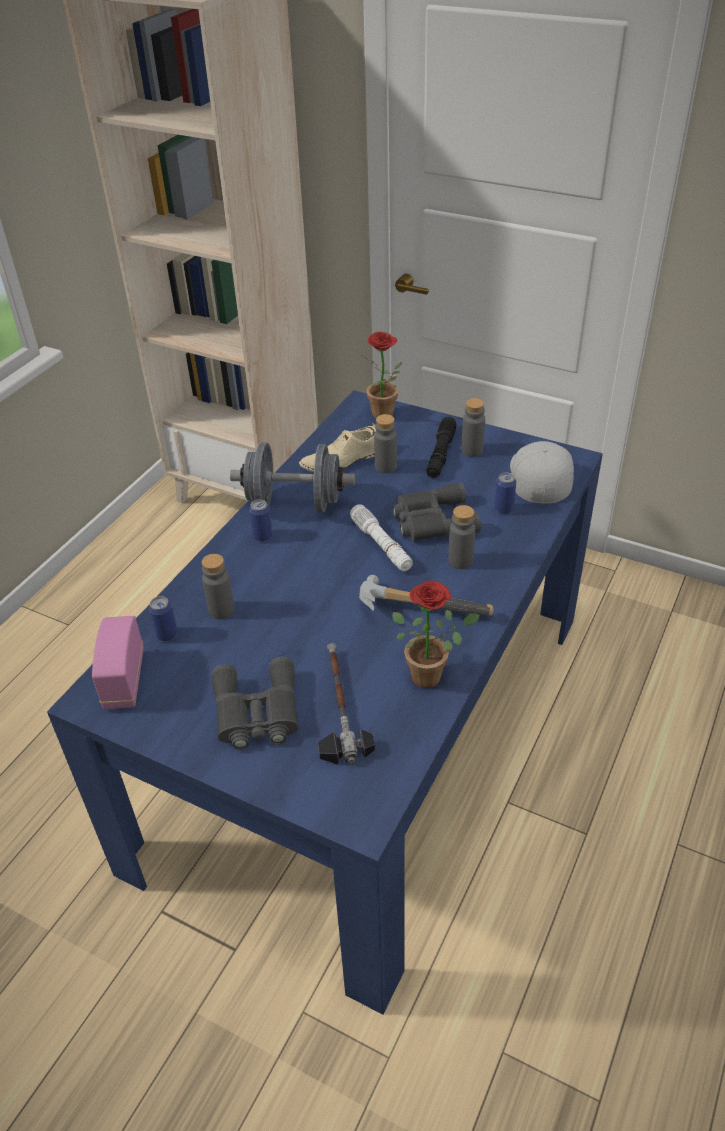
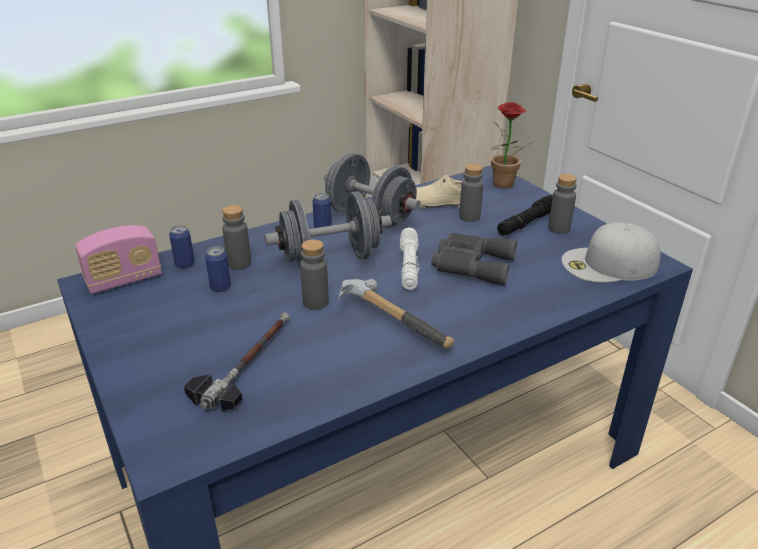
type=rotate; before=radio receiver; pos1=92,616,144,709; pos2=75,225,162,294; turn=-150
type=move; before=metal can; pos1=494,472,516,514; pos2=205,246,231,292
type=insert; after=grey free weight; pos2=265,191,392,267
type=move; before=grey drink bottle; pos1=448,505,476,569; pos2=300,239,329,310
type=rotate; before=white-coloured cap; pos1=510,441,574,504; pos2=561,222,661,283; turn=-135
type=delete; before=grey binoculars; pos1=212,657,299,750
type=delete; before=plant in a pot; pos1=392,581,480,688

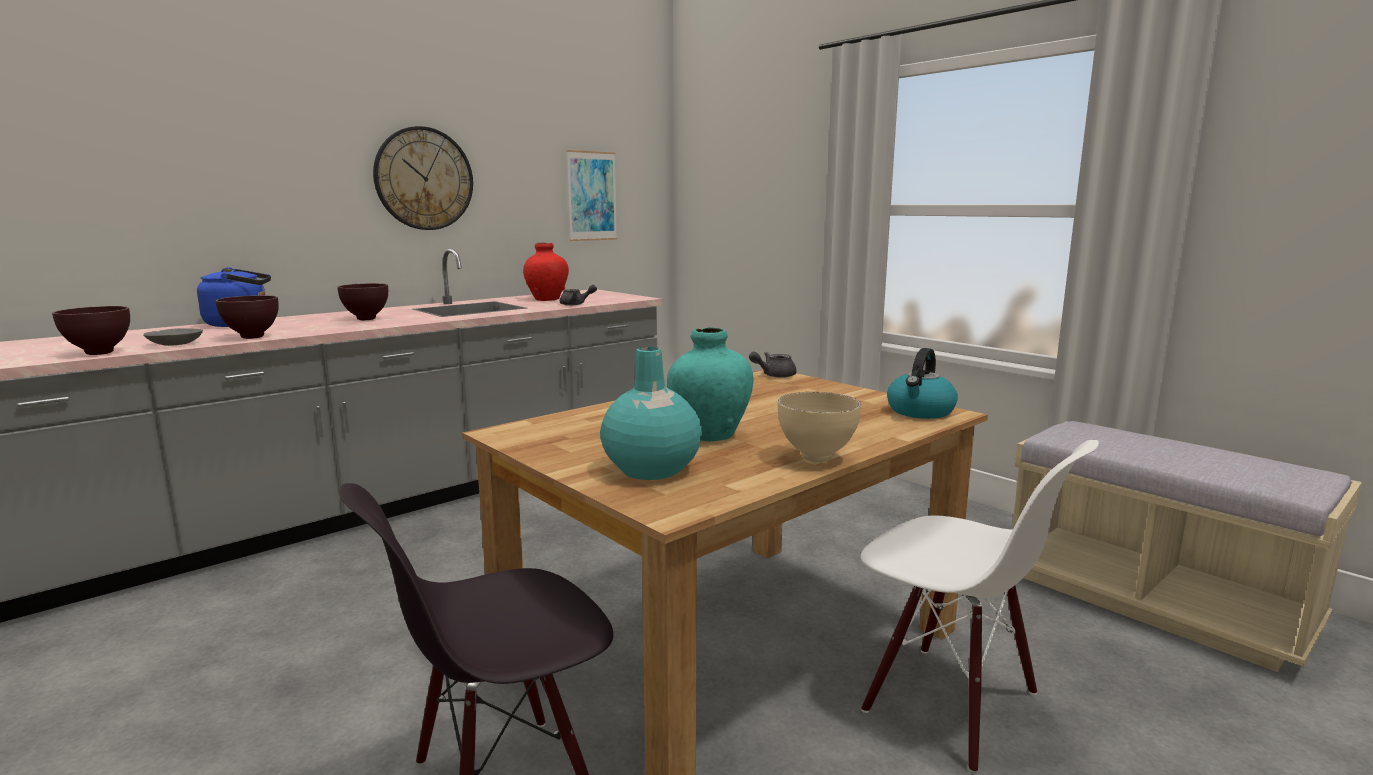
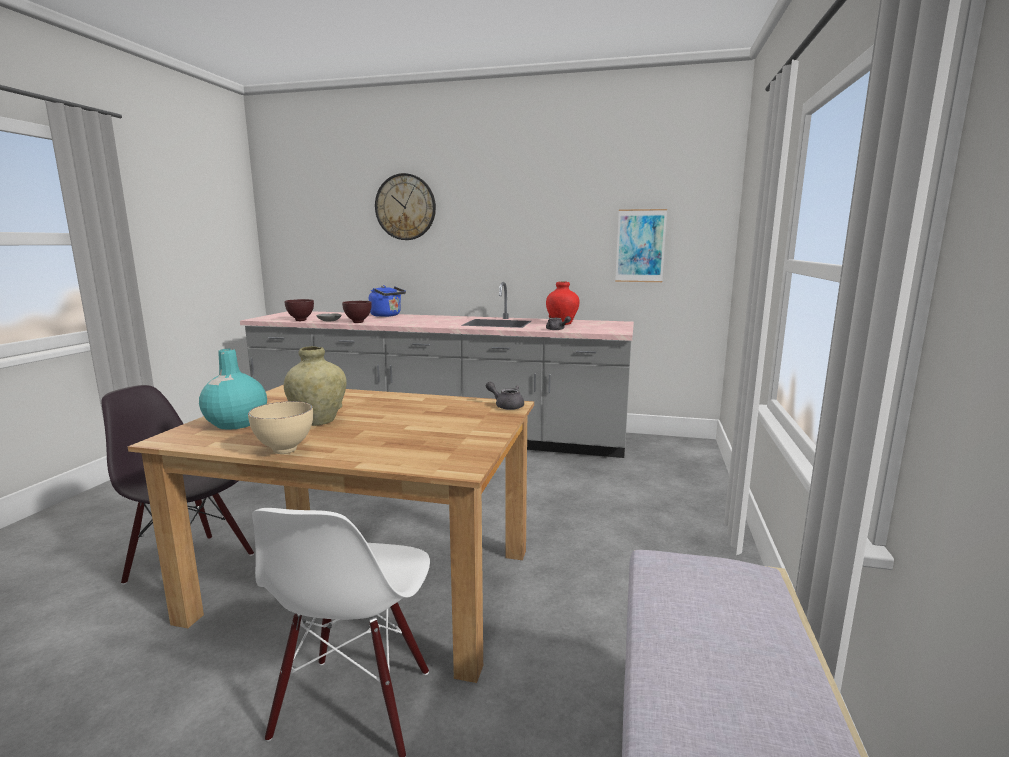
type=recolor; before=blue-green decorative vase; after=sand-coloured decorative vase; pos1=667,327,754,441; pos2=284,346,347,426
type=move; before=clock on the wall; pos1=373,126,473,230; pos2=375,173,436,240
type=delete; before=brownish bowl; pos1=337,283,388,320
type=delete; before=water kettle; pos1=887,348,958,419

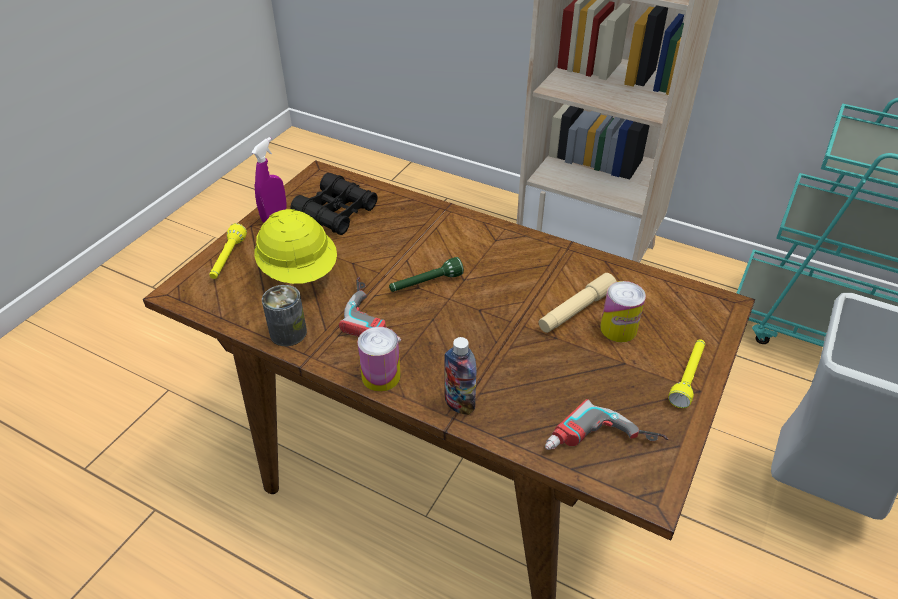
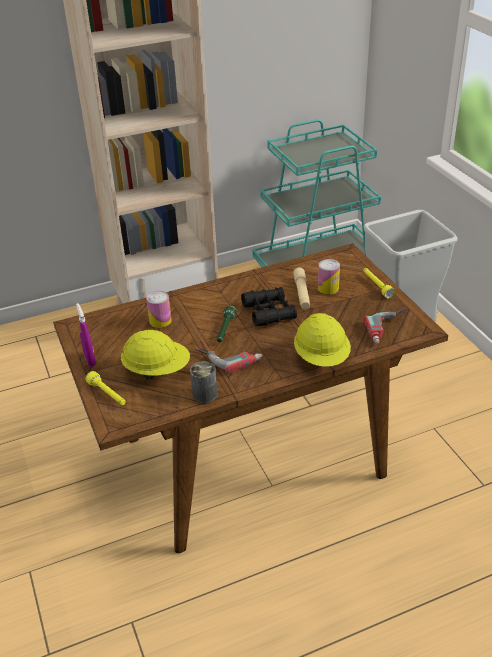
type=move; before=metal can; pos1=357,327,401,392; pos2=146,291,172,328
type=move; before=black-coloured binoculars; pos1=290,173,377,235; pos2=241,287,297,326
type=replace; before=drink bottle; after=yellowish hard hat; pos1=445,337,476,415; pos2=294,313,351,367

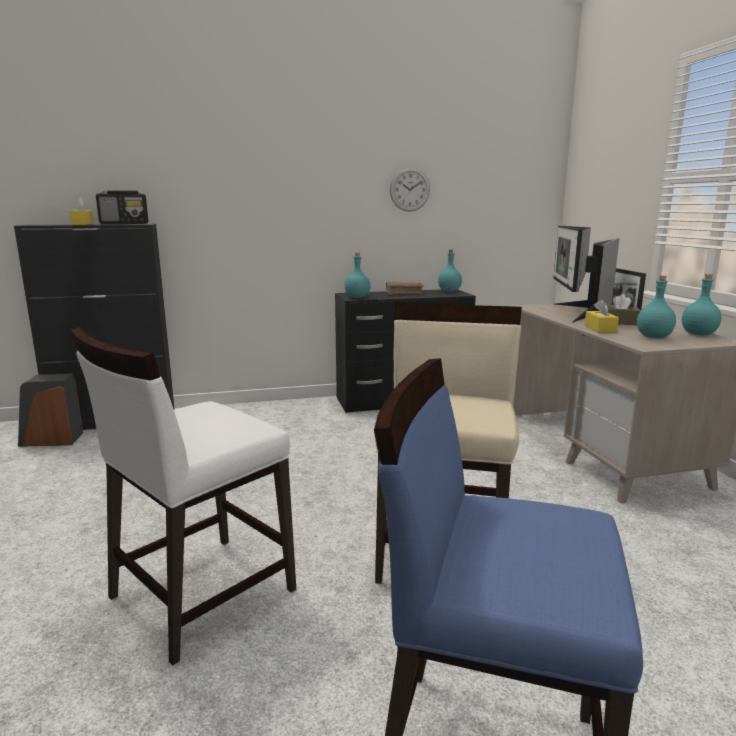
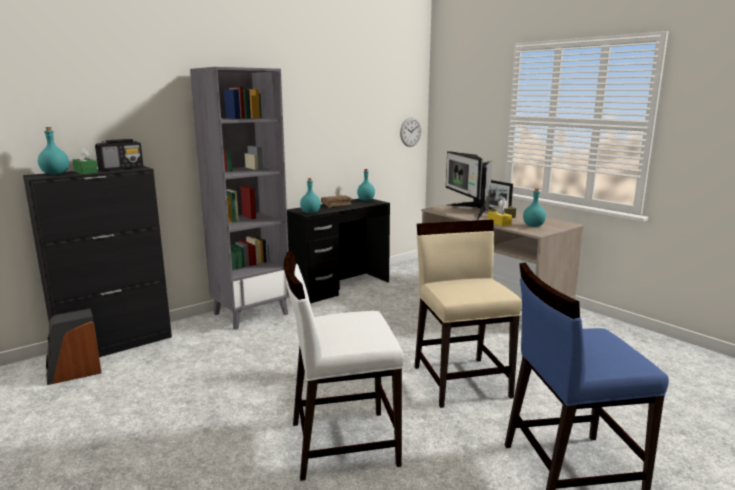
type=move; before=blue-green drink bottle; pos1=682,274,722,335; pos2=38,127,69,175
type=recolor; before=yellowish box of tissues; after=greenish box of tissues; pos1=69,197,94,225; pos2=73,149,98,174
type=insert; after=grey bookshelf; pos2=190,67,290,330
type=rotate; before=white-coloured upright chair; pos1=70,327,296,666; pos2=284,251,404,481; turn=60
type=move; before=clock on the wall; pos1=390,167,430,212; pos2=400,117,422,147

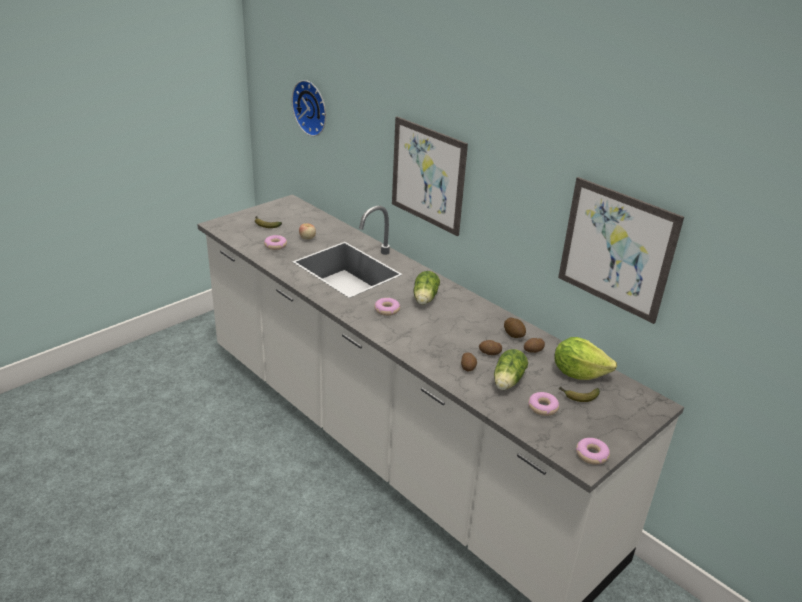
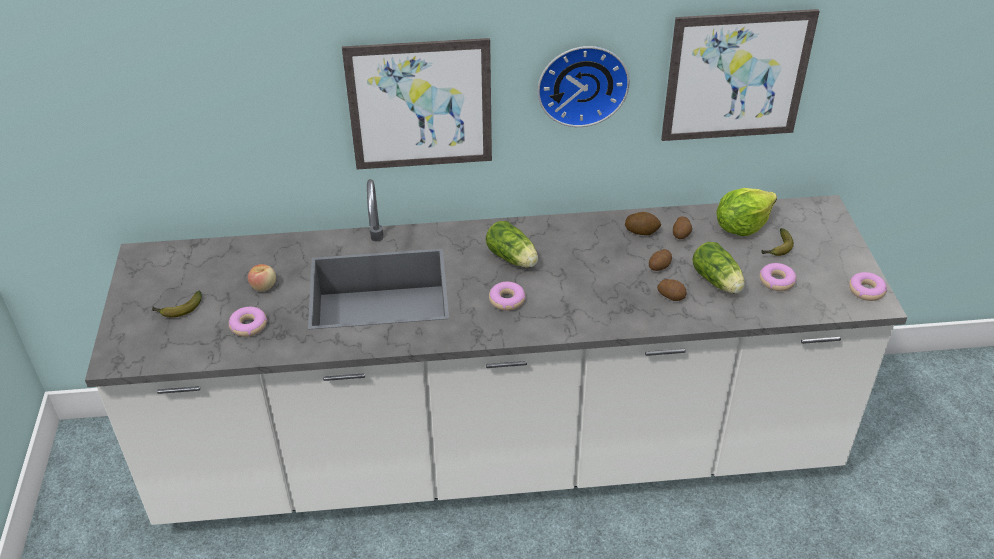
type=move; before=clock on the wall; pos1=292,80,326,136; pos2=537,46,630,127

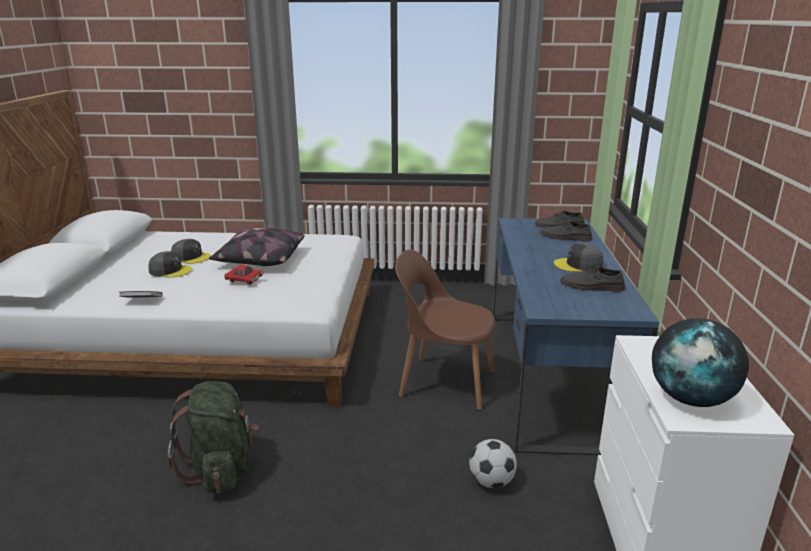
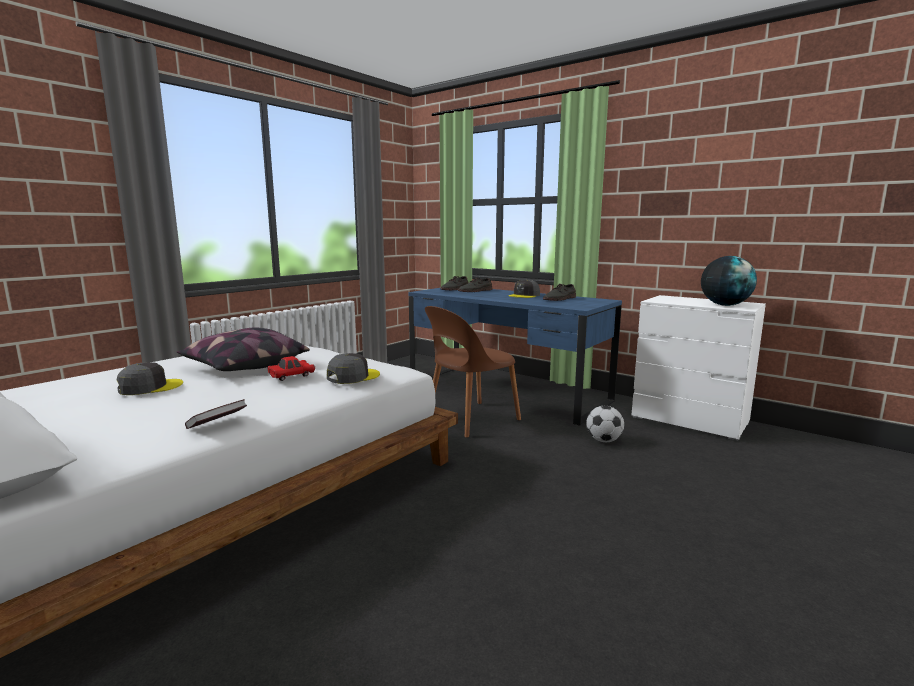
type=move; before=grey cap; pos1=148,251,192,278; pos2=327,353,380,384
type=delete; before=greenish knapsack; pos1=167,381,259,493

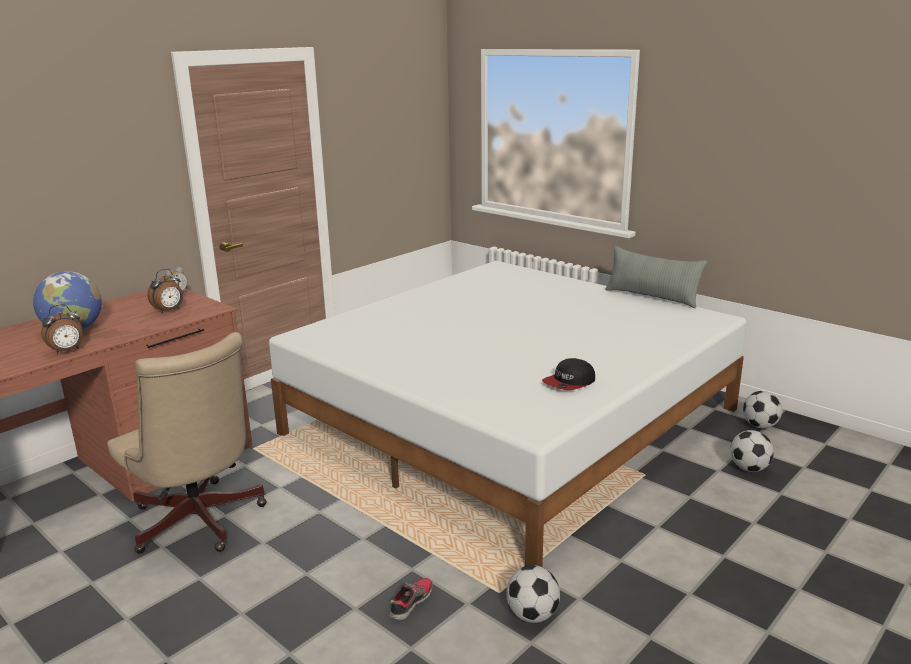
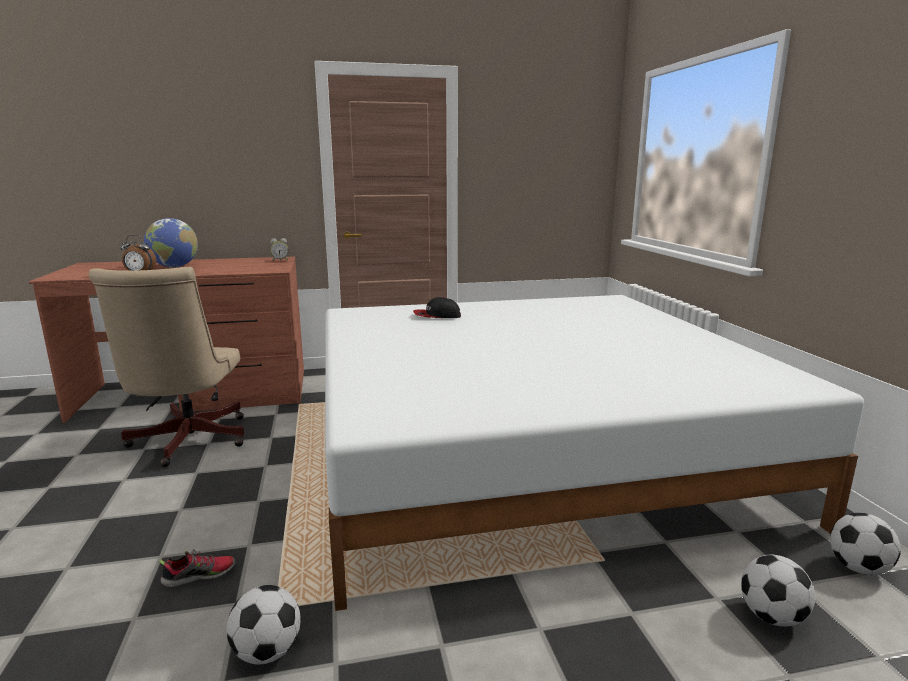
type=move; before=cap; pos1=542,358,595,390; pos2=413,297,461,318
type=delete; before=bedside clock; pos1=147,269,183,313
type=delete; before=grey throw pillow; pos1=605,246,707,308

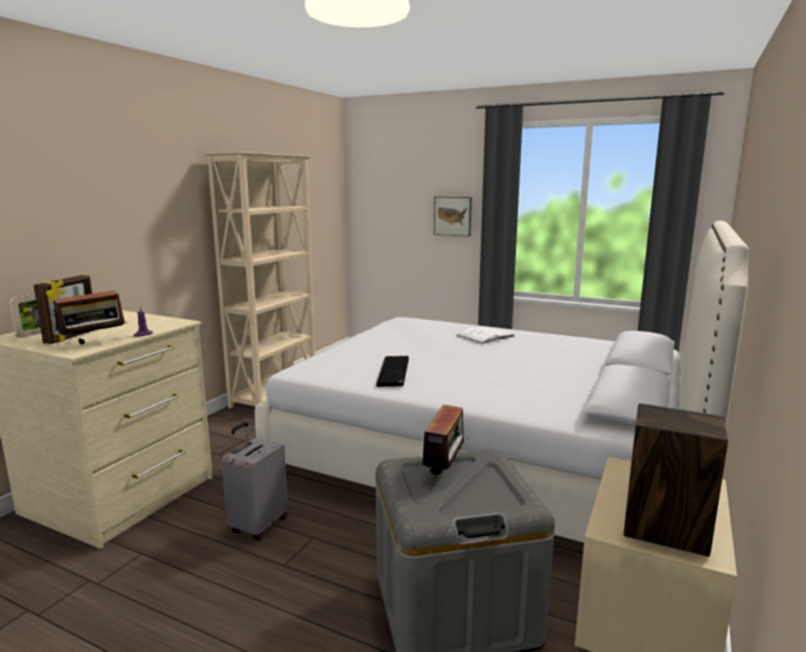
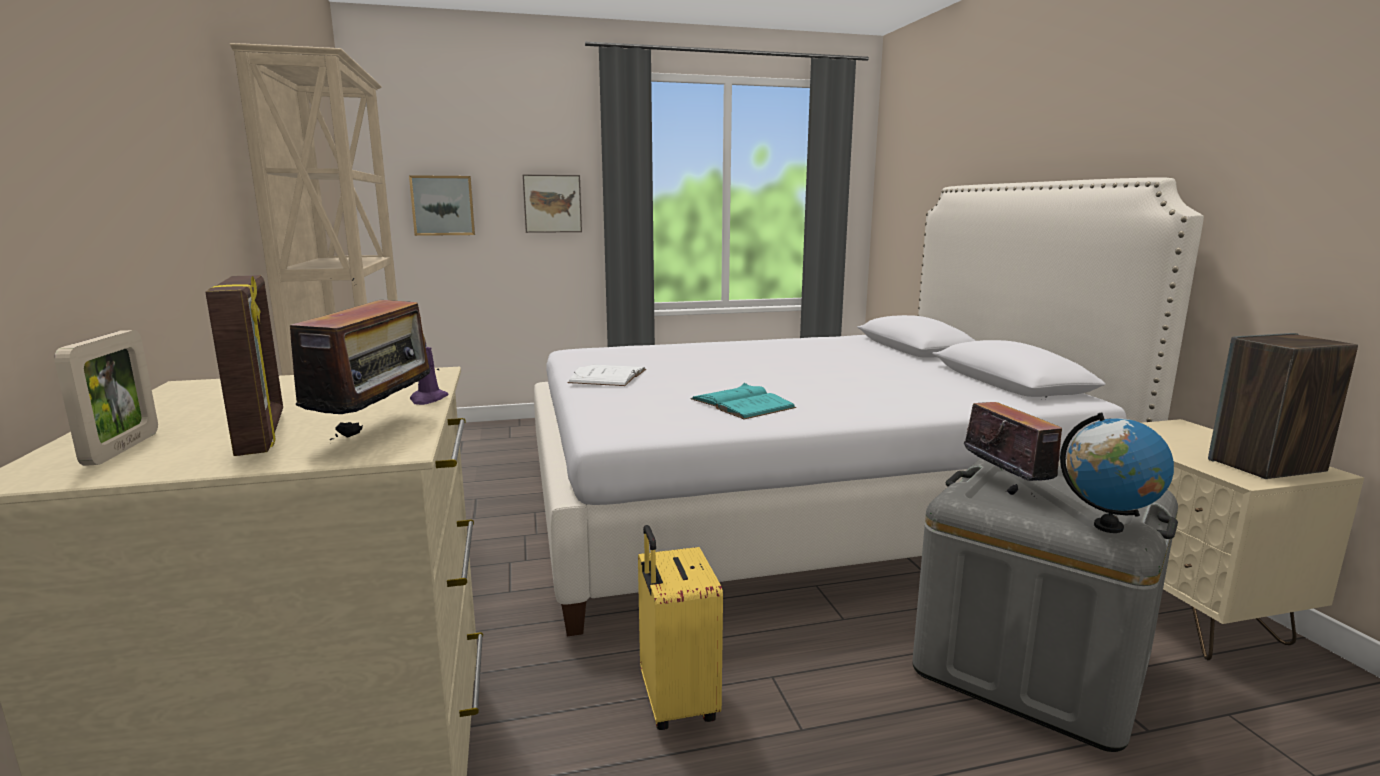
type=insert; after=wall art; pos2=409,175,475,236
type=move; before=white-coloured bound book; pos1=456,327,514,344; pos2=568,365,646,386
type=recolor; before=grey piece of luggage; after=yellowish piece of luggage; pos1=221,422,288,540; pos2=638,525,723,730
type=replace; before=keyboard; after=blue-green bound book; pos1=376,356,409,387; pos2=690,383,796,420
type=insert; after=world globe; pos2=1060,412,1174,533

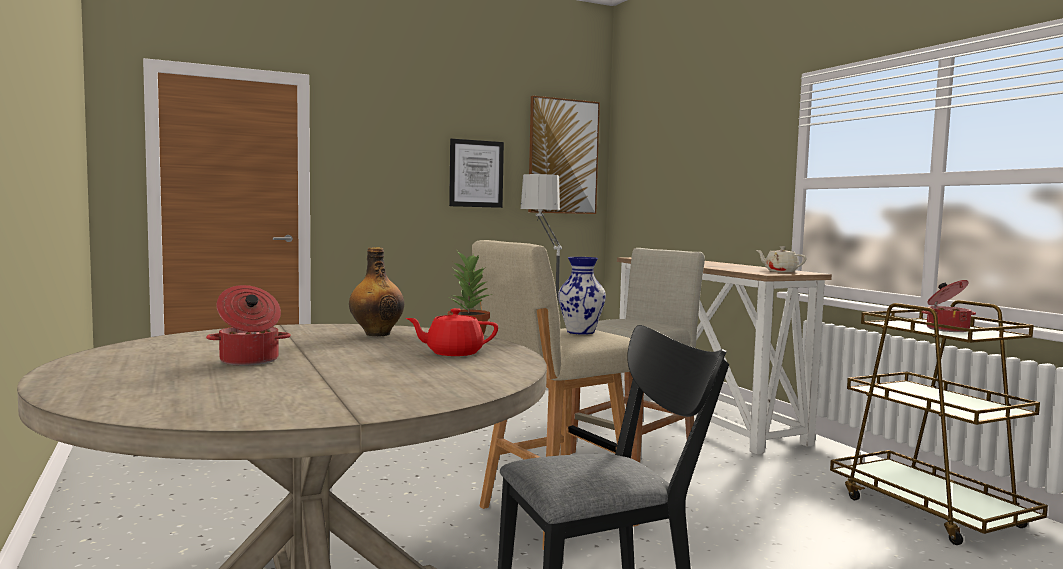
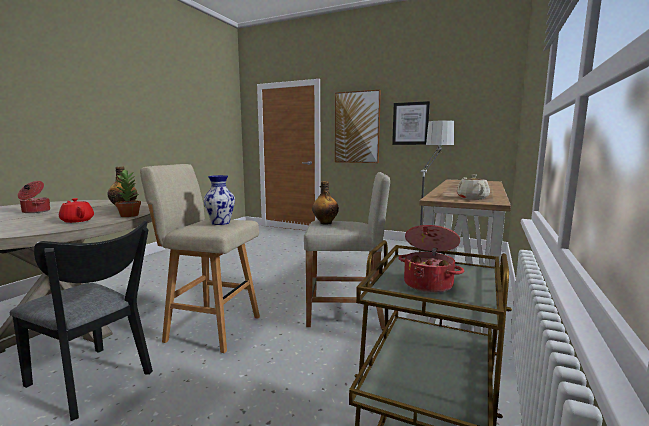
type=insert; after=drink bottle; pos2=312,181,339,224
type=move; before=wall art; pos1=528,96,600,214; pos2=335,90,381,163

